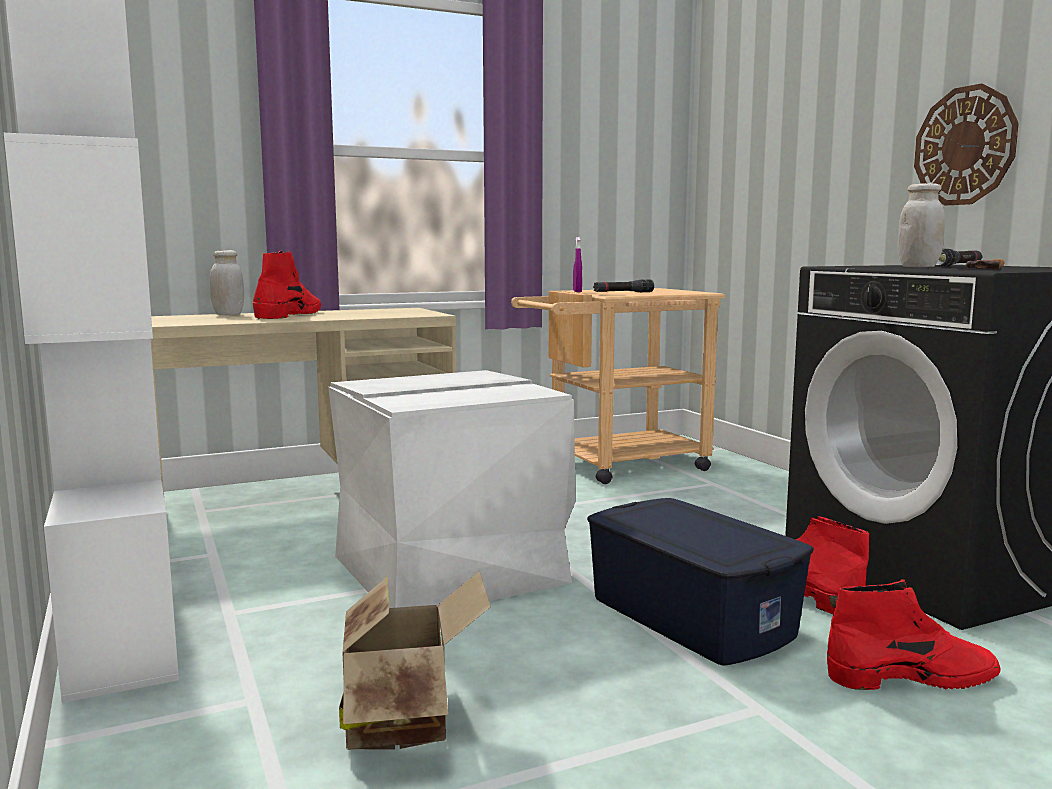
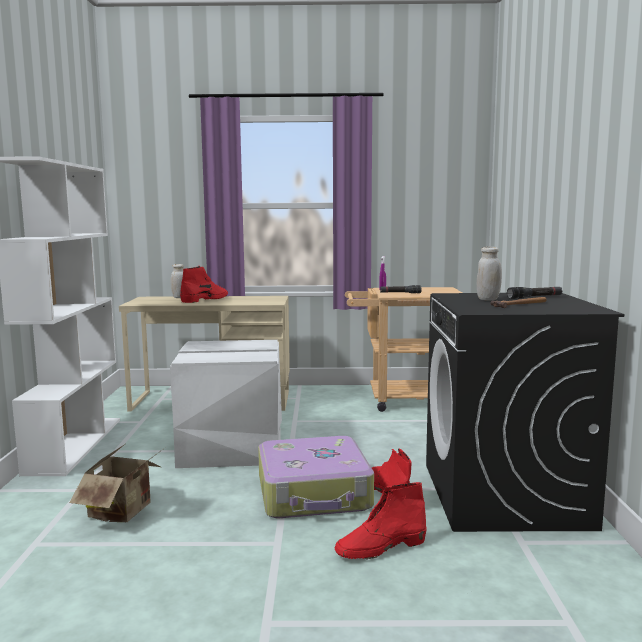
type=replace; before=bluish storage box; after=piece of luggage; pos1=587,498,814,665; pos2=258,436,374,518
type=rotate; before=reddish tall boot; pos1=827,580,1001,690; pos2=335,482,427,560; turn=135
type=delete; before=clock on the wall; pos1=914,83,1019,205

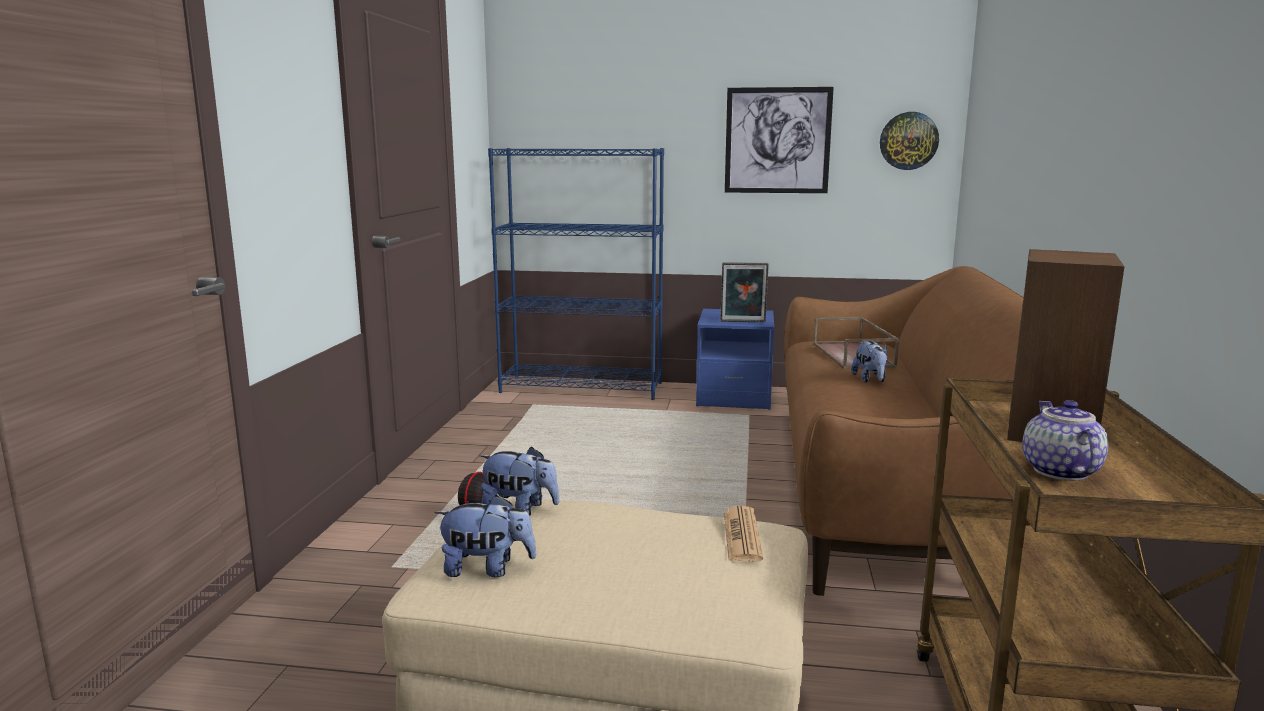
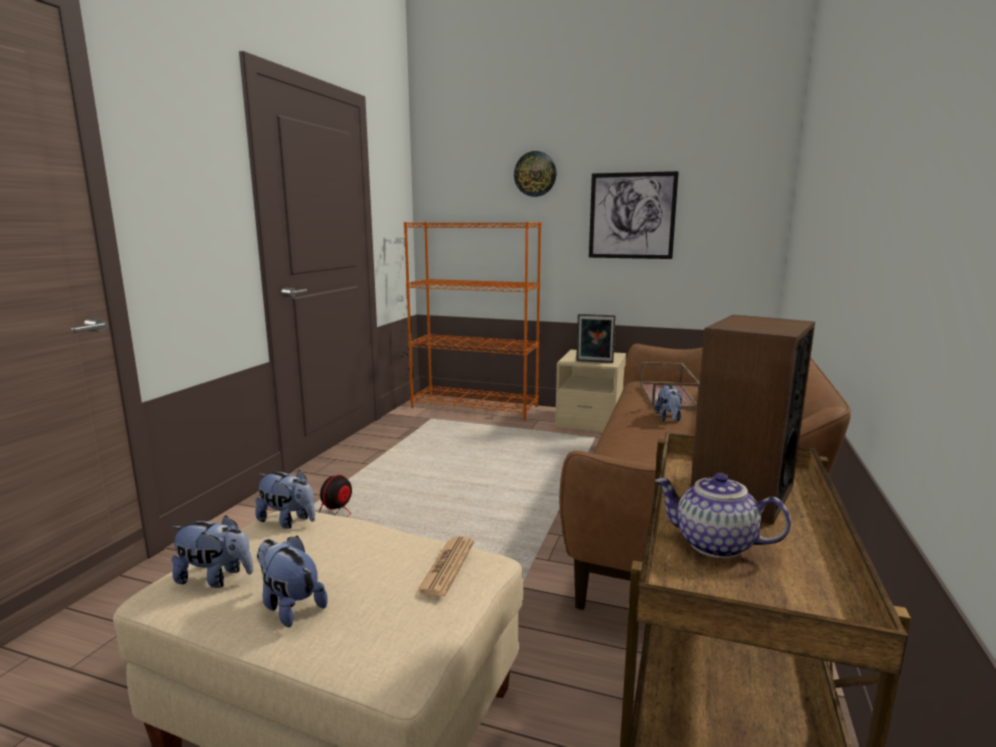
type=insert; after=cuddly toy; pos2=257,536,328,627
type=recolor; before=bluish bookshelf; after=orange-coloured bookshelf; pos1=488,148,664,400; pos2=404,222,541,420
type=move; before=clock on the wall; pos1=880,112,939,170; pos2=514,151,557,197
type=recolor; before=bluish night table; after=sand-coloured night table; pos1=696,309,774,410; pos2=555,350,626,432
type=rotate; before=tea pot; pos1=1022,400,1108,481; pos2=654,473,791,558; turn=-75

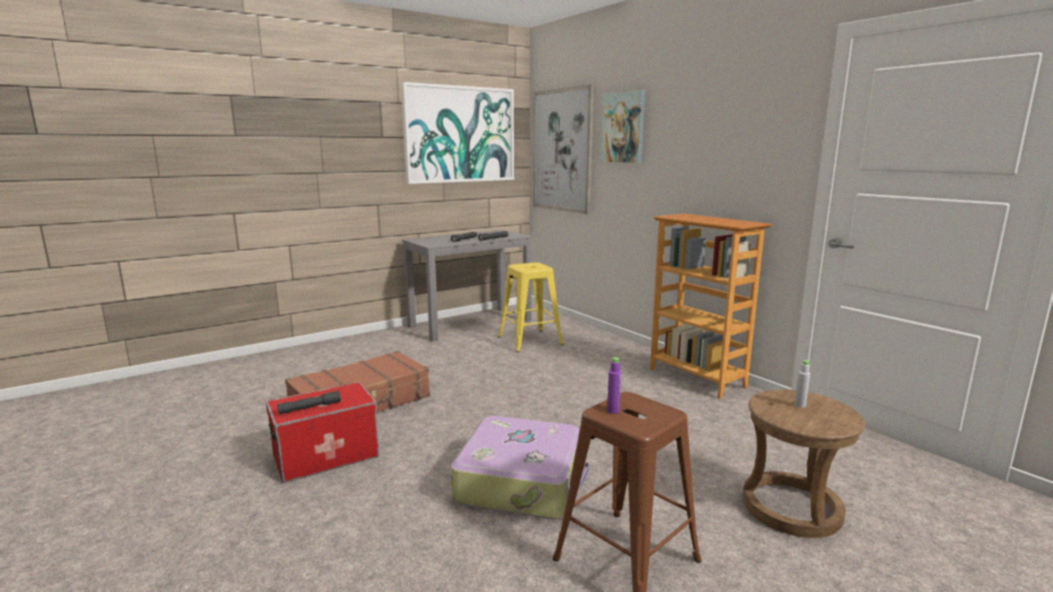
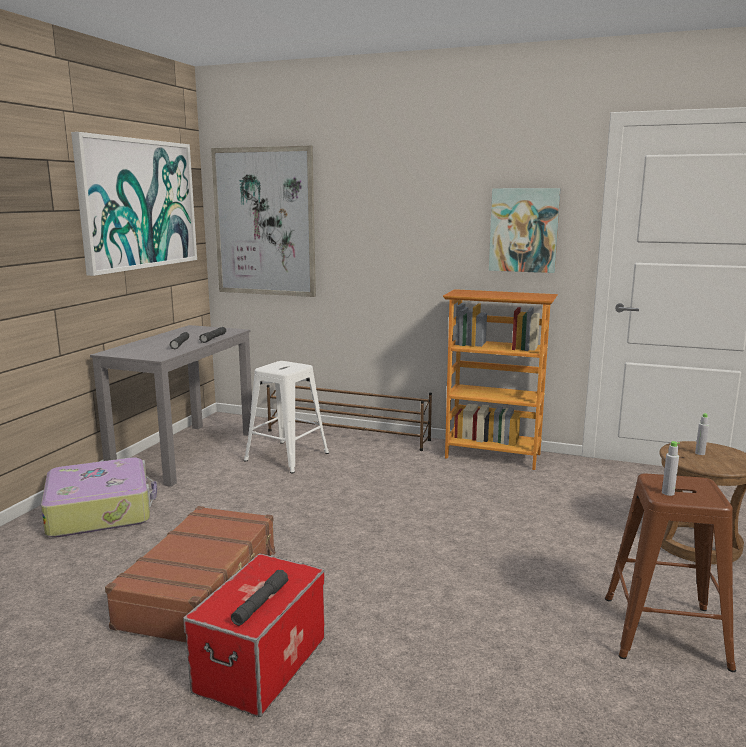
type=move; before=piece of luggage; pos1=451,416,589,519; pos2=41,457,157,538
type=recolor; before=yellowish stool seat; after=white-coloured stool seat; pos1=498,262,564,352; pos2=244,361,329,473
type=insert; after=brownish shoe shelf; pos2=267,385,432,451
type=move; before=wall art; pos1=601,90,645,163; pos2=489,188,561,273
type=recolor; before=purple-coloured drink bottle; after=grey drink bottle; pos1=607,357,621,414; pos2=662,441,680,496

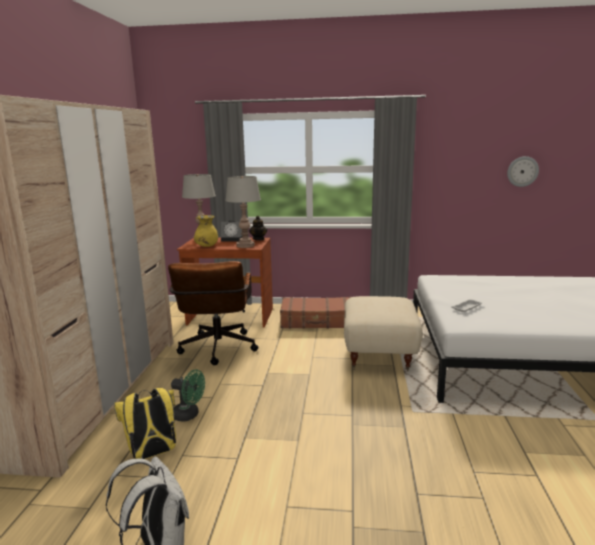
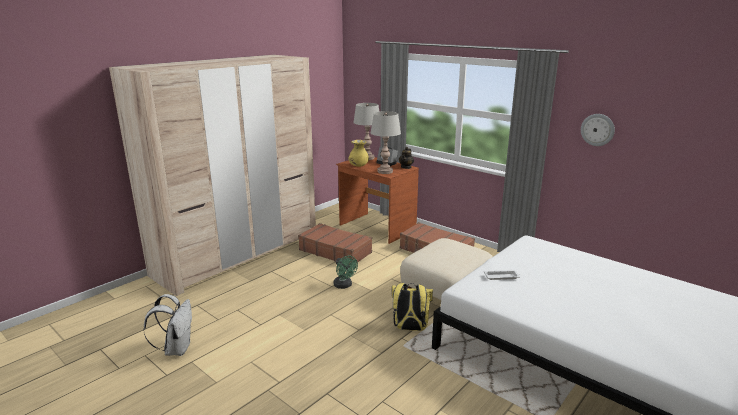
type=replace; before=brownish office chair; after=brownish piece of luggage; pos1=168,261,258,365; pos2=298,223,372,264
type=move; before=greenish fan; pos1=171,370,205,421; pos2=333,256,358,289
type=move; before=yellowish knapsack; pos1=114,388,176,459; pos2=391,283,433,331
type=move; before=clock on the wall; pos1=507,156,539,187; pos2=581,114,615,146

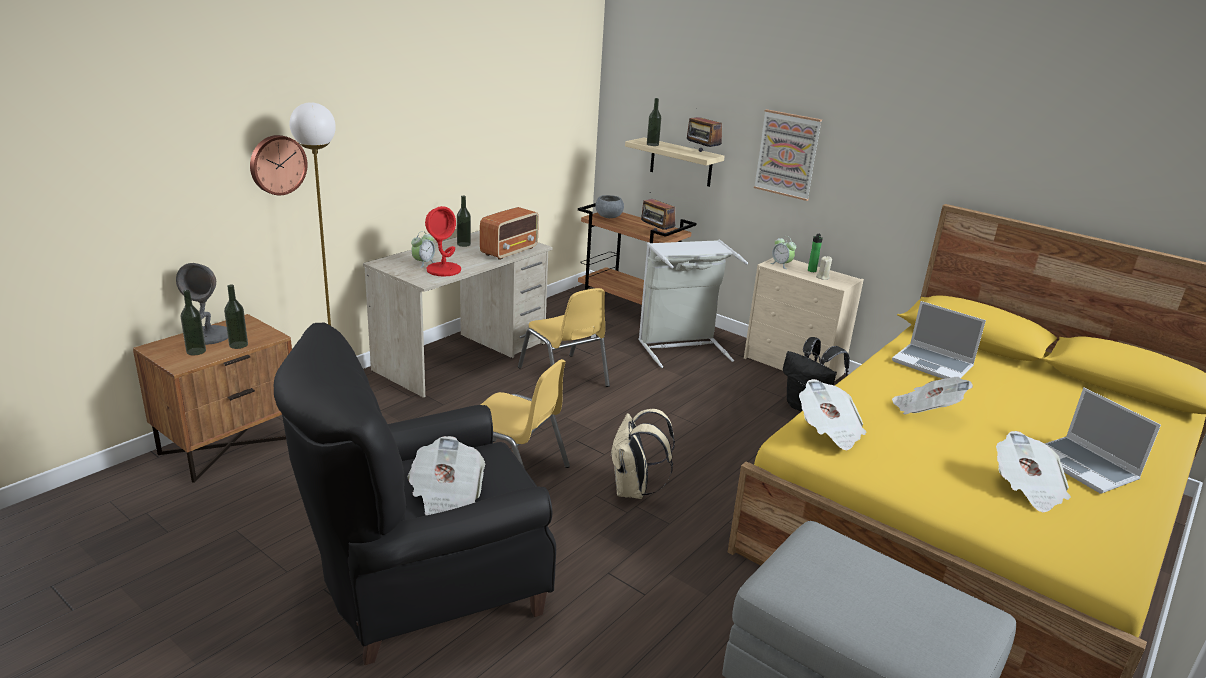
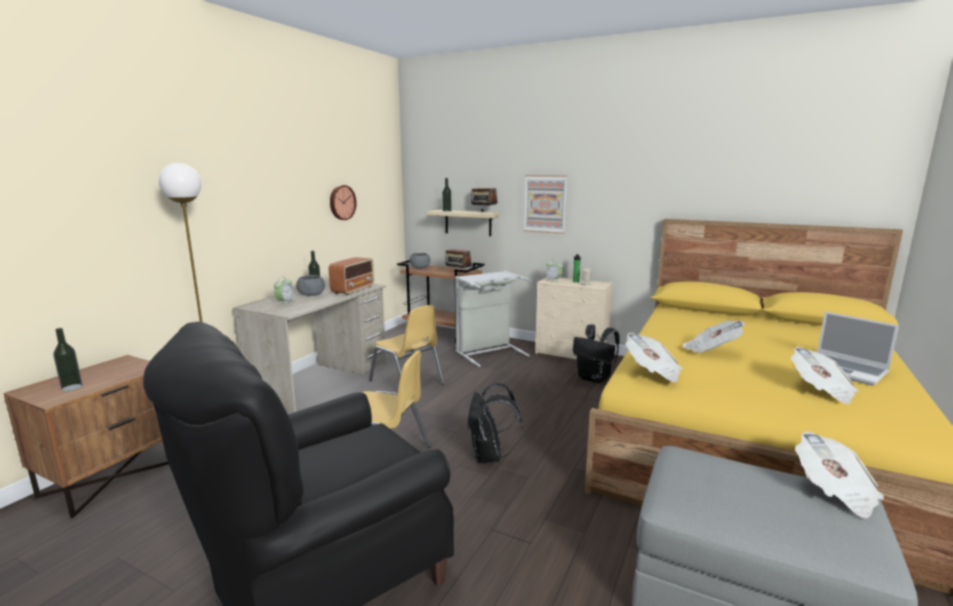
type=insert; after=grey bowl; pos2=296,275,325,296
type=move; before=clock on the wall; pos1=250,135,308,195; pos2=330,185,357,220
type=recolor; before=sand-coloured knapsack; after=black-coloured knapsack; pos1=610,409,675,499; pos2=467,383,523,463
type=move; before=newspaper; pos1=408,436,485,515; pos2=795,431,884,519
type=delete; before=grey lamp for a table; pos1=176,263,228,345
type=delete; before=drink bottle; pos1=224,285,248,349
type=delete; before=reddish lamp for a table; pos1=425,206,461,277
type=delete; before=laptop; pos1=892,301,986,379

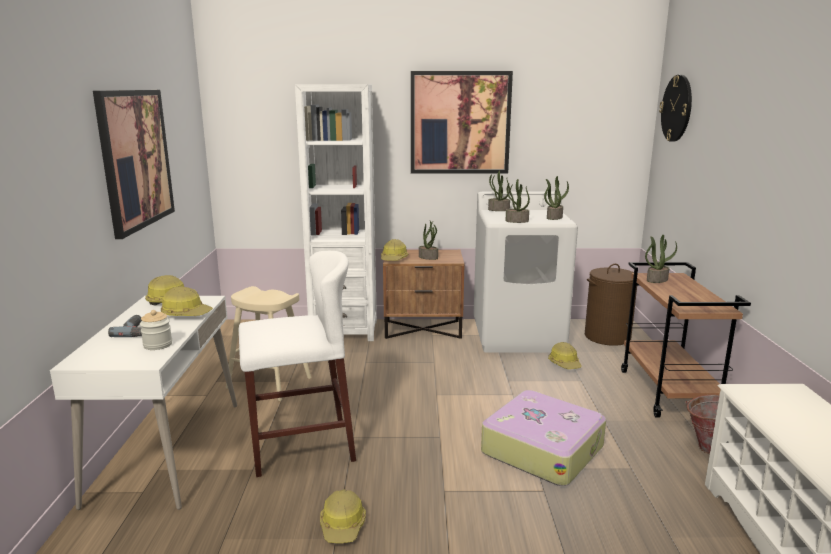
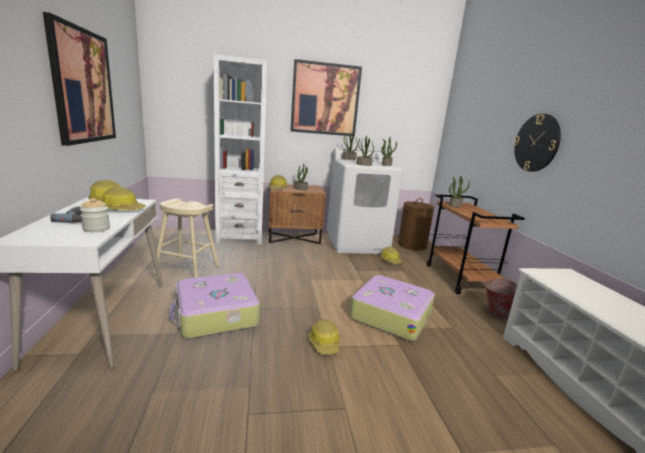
type=replace; before=white-coloured stool seat; after=piece of luggage; pos1=239,251,356,477; pos2=169,273,260,339
type=move; before=hard hat; pos1=320,489,366,543; pos2=308,319,340,354
type=move; before=clock on the wall; pos1=659,75,692,142; pos2=514,114,561,172

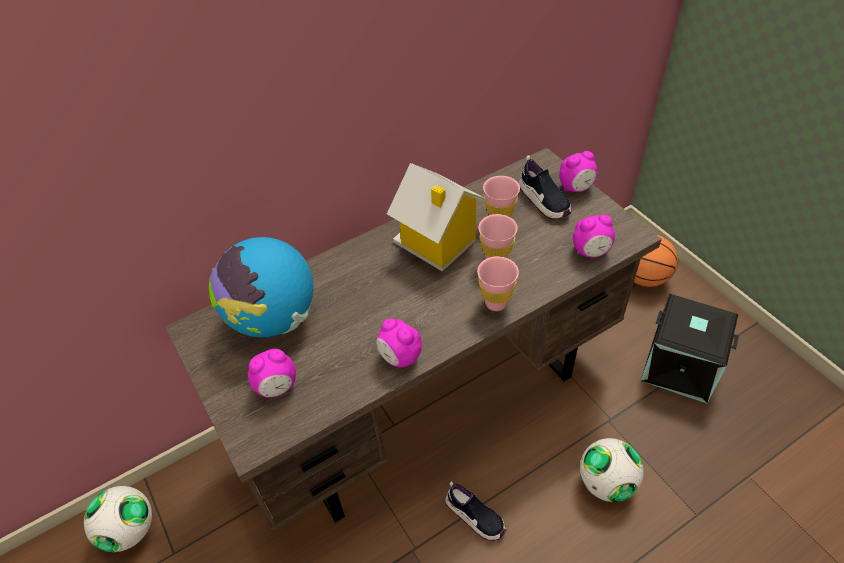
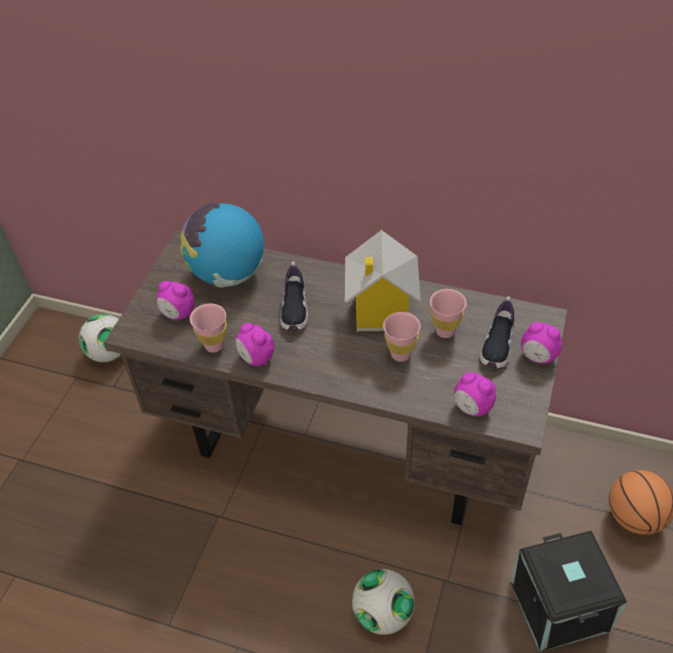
type=move; before=pink-coloured small cup; pos1=477,256,519,311; pos2=190,303,227,353
type=rotate; before=bedside clock; pos1=376,319,422,368; pos2=236,323,275,366; turn=-45
type=move; before=shoe; pos1=445,482,506,541; pos2=281,262,308,331

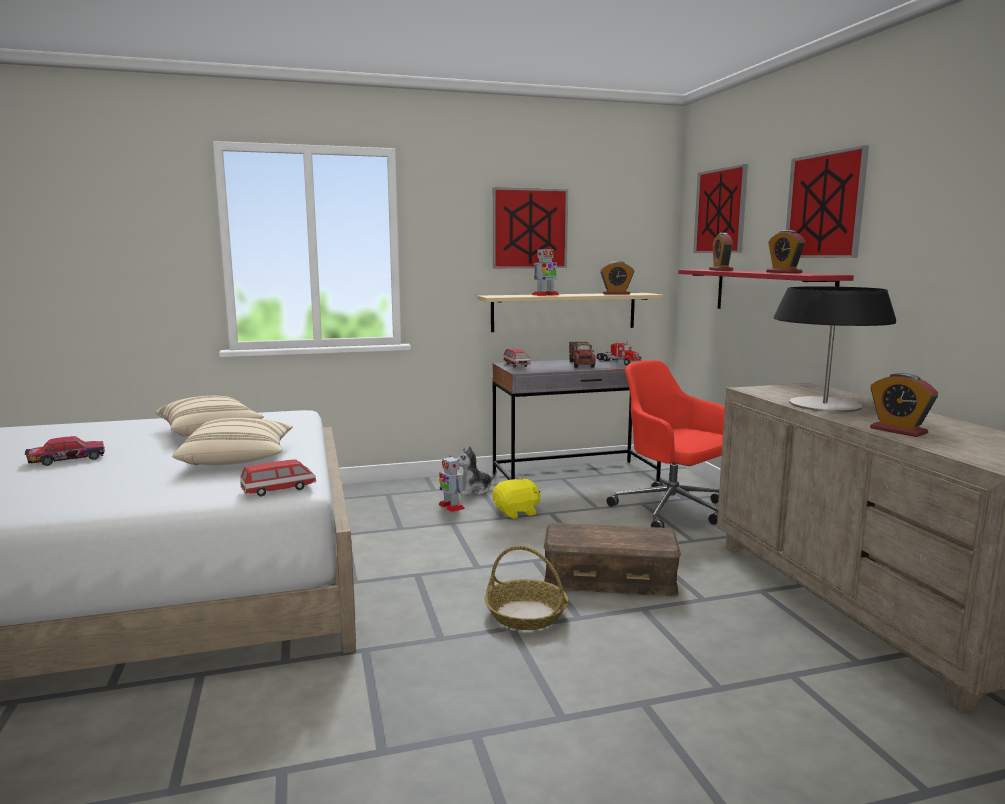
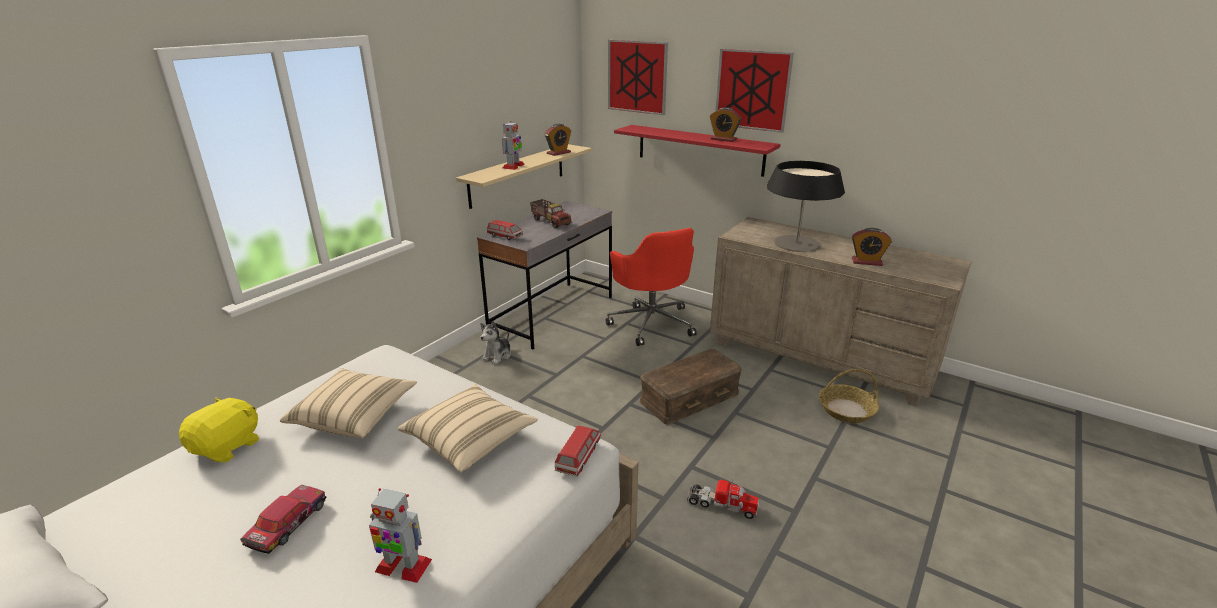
type=move; before=yellowish cuddly toy; pos1=493,478,541,519; pos2=179,397,259,462
type=move; before=toy robot; pos1=438,456,465,512; pos2=369,488,432,583
type=rotate; before=reddish office chair; pos1=607,360,725,528; pos2=606,228,697,346; turn=-120
type=move; before=toy lorry; pos1=597,340,642,365; pos2=687,479,759,519
type=move; before=household basket; pos1=484,546,568,630; pos2=819,369,879,423
type=delete; before=wall art; pos1=493,187,568,268
type=delete; before=bedside clock; pos1=709,233,733,271

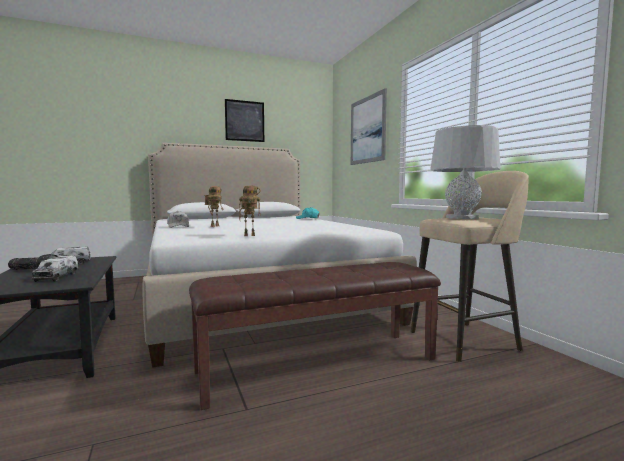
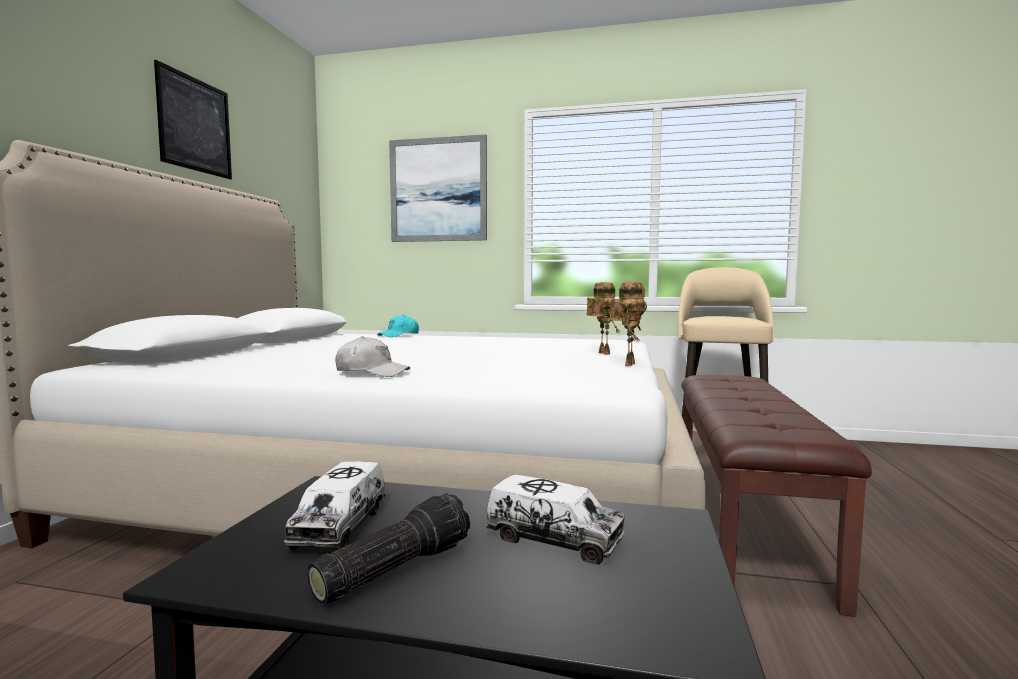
type=move; before=toy robot; pos1=205,186,224,227; pos2=587,282,620,355
type=delete; before=grey lamp for a table; pos1=430,125,501,219

